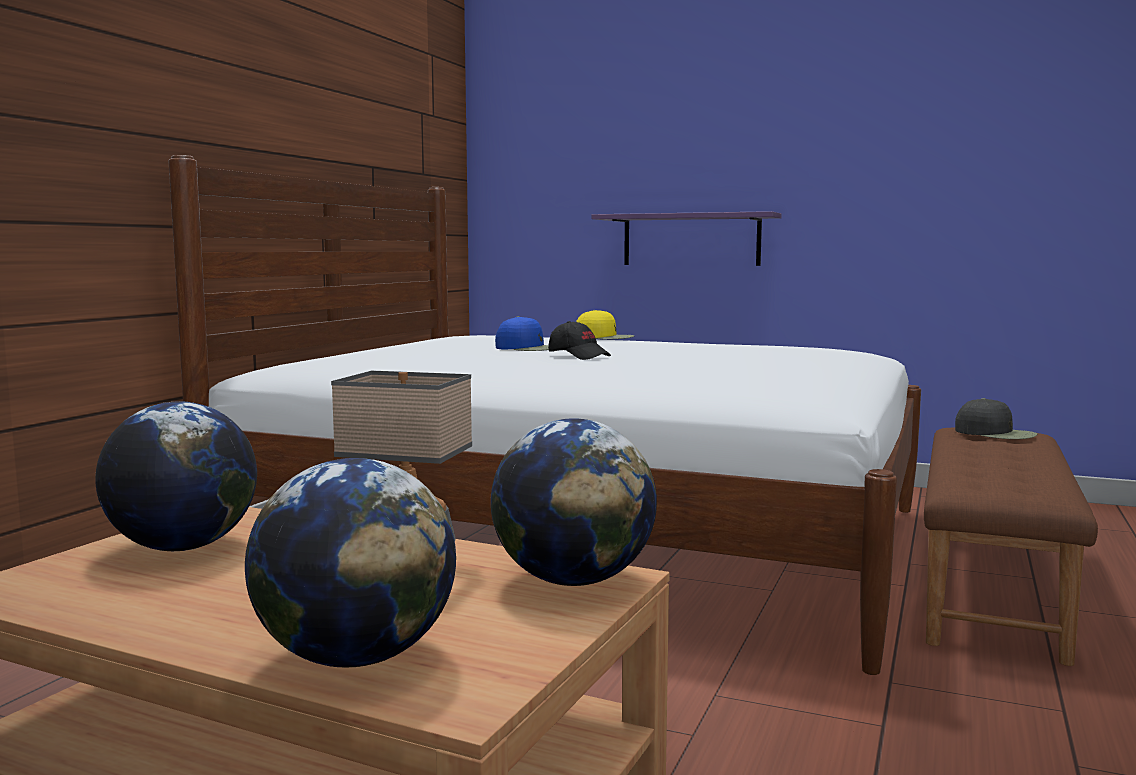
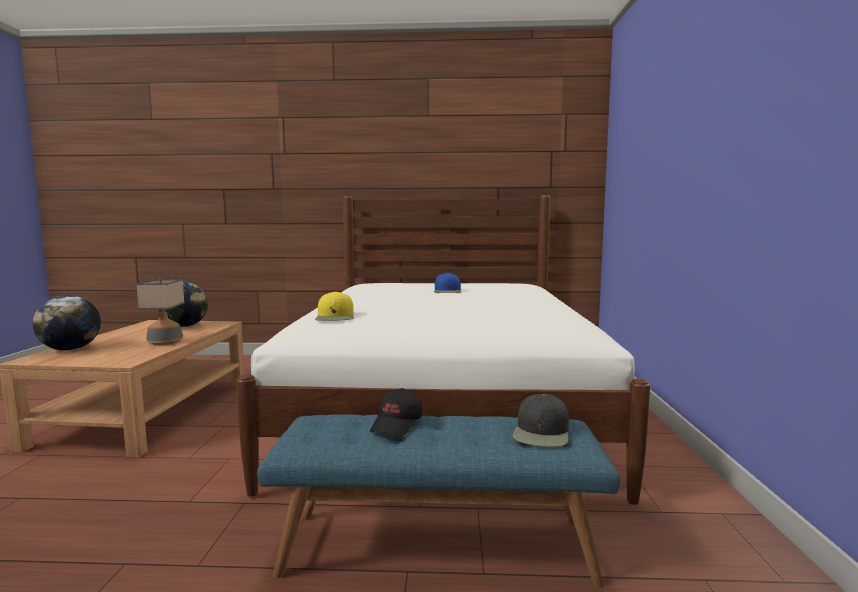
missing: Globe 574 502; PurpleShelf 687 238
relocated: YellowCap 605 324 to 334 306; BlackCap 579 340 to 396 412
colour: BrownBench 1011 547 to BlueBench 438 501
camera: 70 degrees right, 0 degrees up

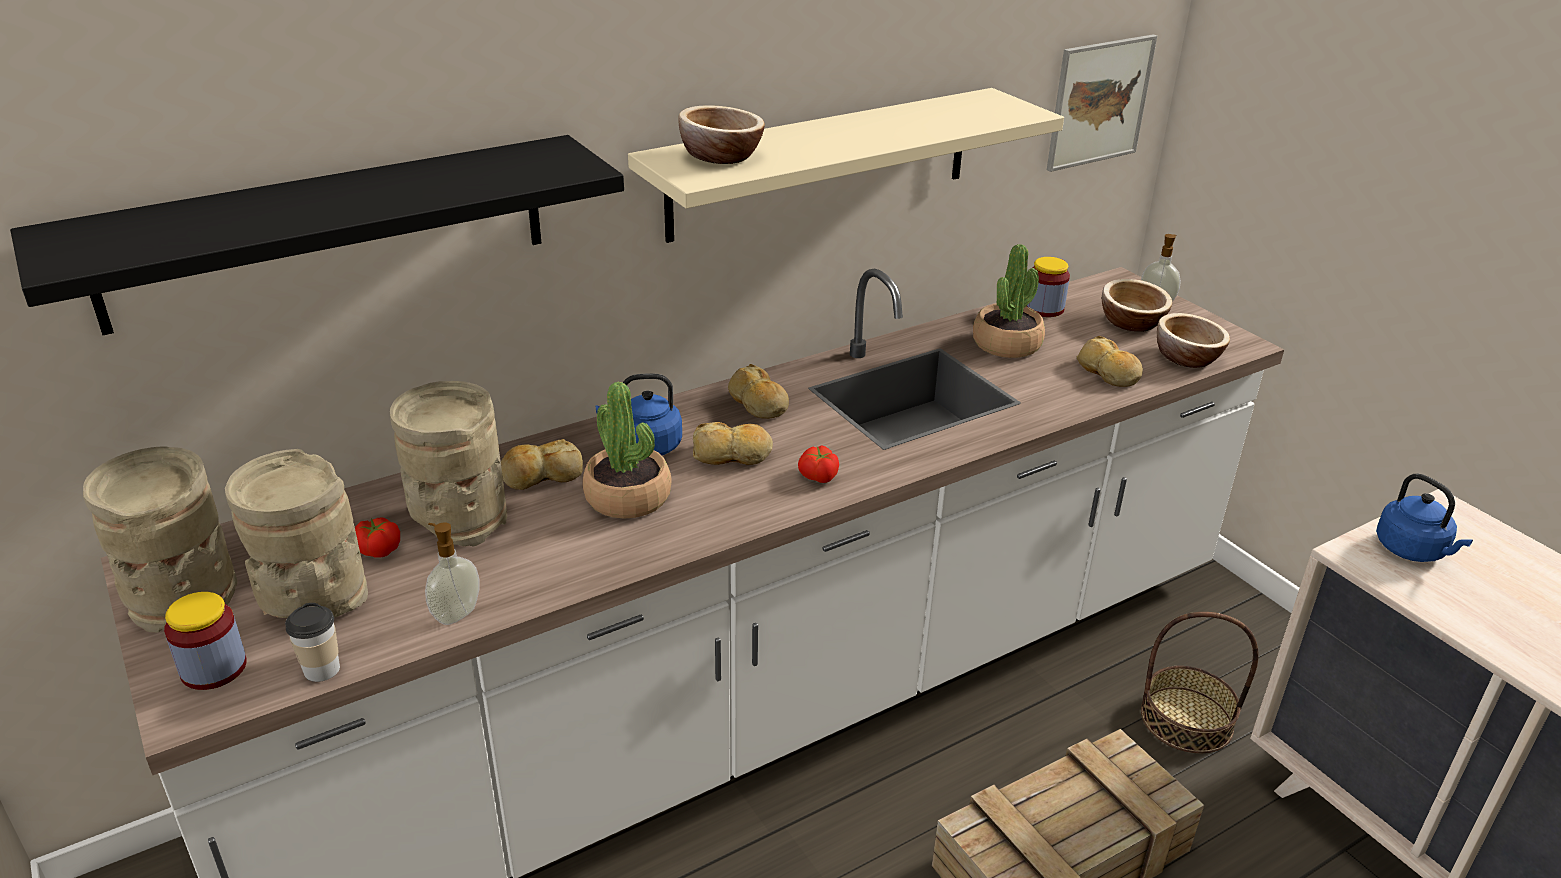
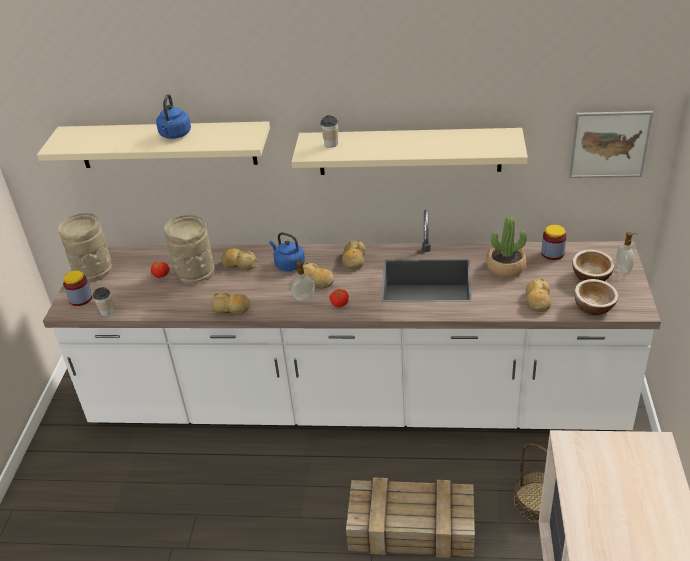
missing: BeigeVase 296 533; PottedPlant 627 450
appeared: Bread 230 304
relocated: BlueKettle 1424 518 to 173 116; SoapDispenser 452 573 to 303 280
exchanged: Bowl 721 134 to Cup 329 131
colour: BlackShelf 317 235 to BeigeShelf 153 144
camera: 40 degrees right, 5 degrees up

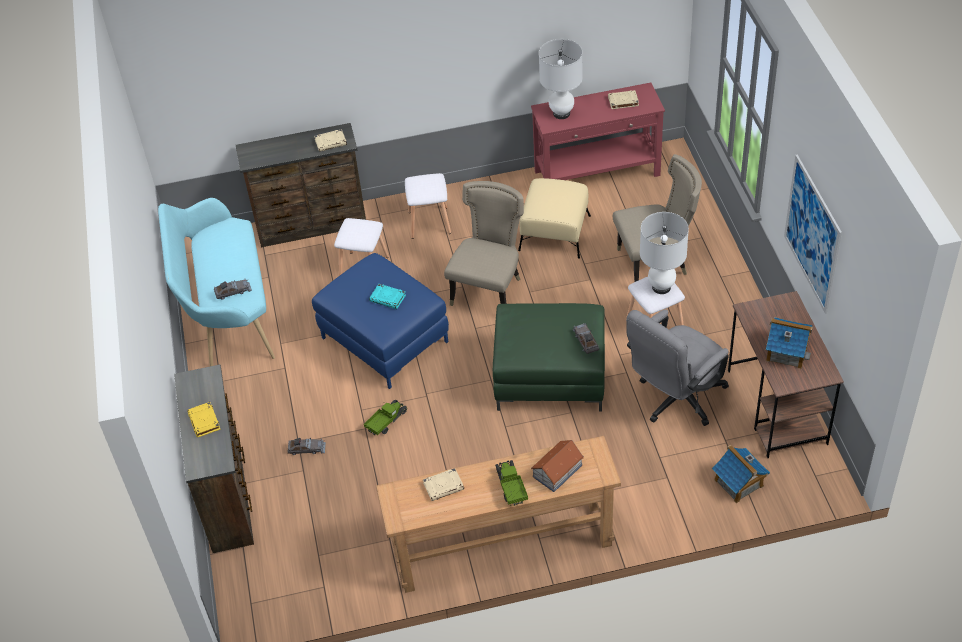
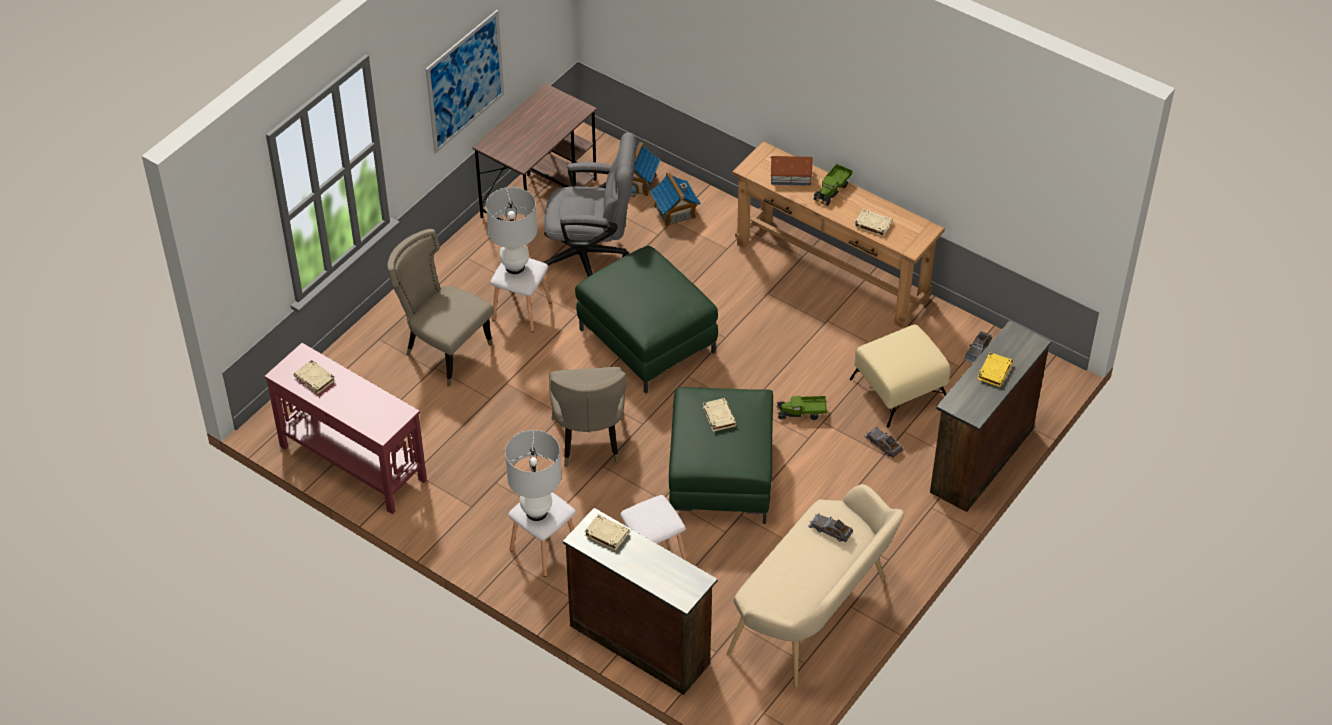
relocated: WhiteTableLamp 561 79 to 533 475; ToyHouse 789 343 to 675 199; BeigeOttoman 554 218 to 900 376; GreyToyCar 585 338 to 978 347
colour: BlueOttoman 380 321 to GreenOttoman 721 455; TurquoiseBook 387 296 to BeigeBook 720 415; TurquoiseBench 216 282 to BeigeBench 815 585
spun: BeigeChair 484 243 = 588 417 75 degrees counterclockwise
camera: 135 degrees left, 0 degrees up

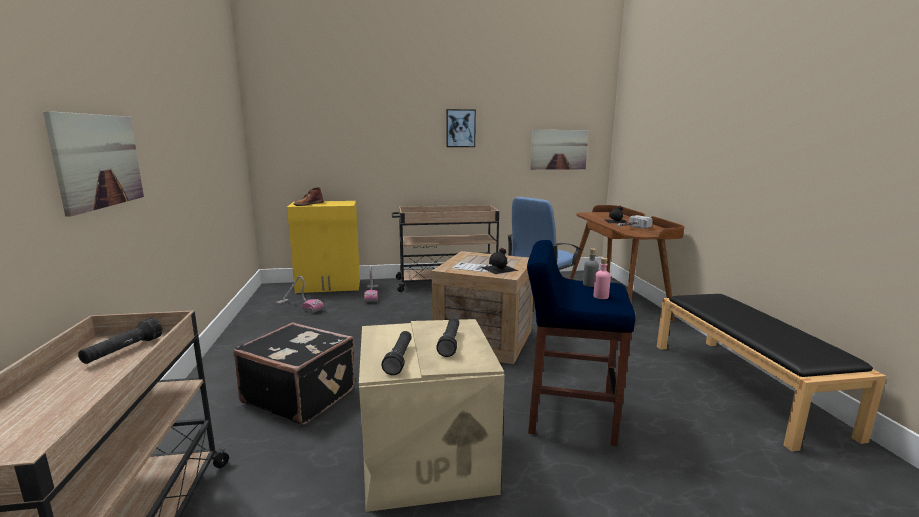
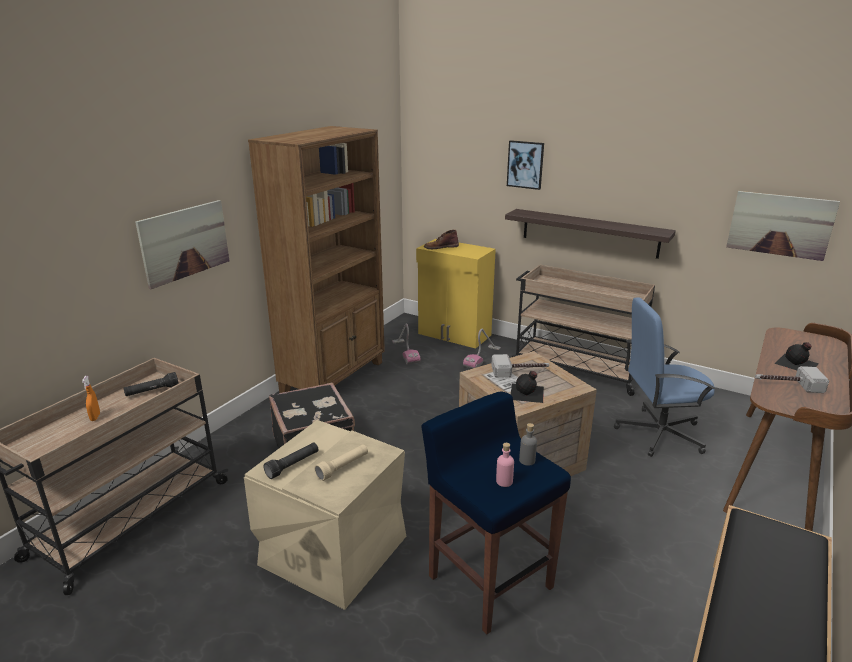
appeared: OrangeSprayBottle 91 398; BrownBookcase 316 259; Hammer 520 366; Shelf 590 234
relocated: Picture 461 128 to 525 165
colour: BlackFlashlight 447 337 to BeigeFlashlight 341 462
camera: 40 degrees right, 10 degrees up

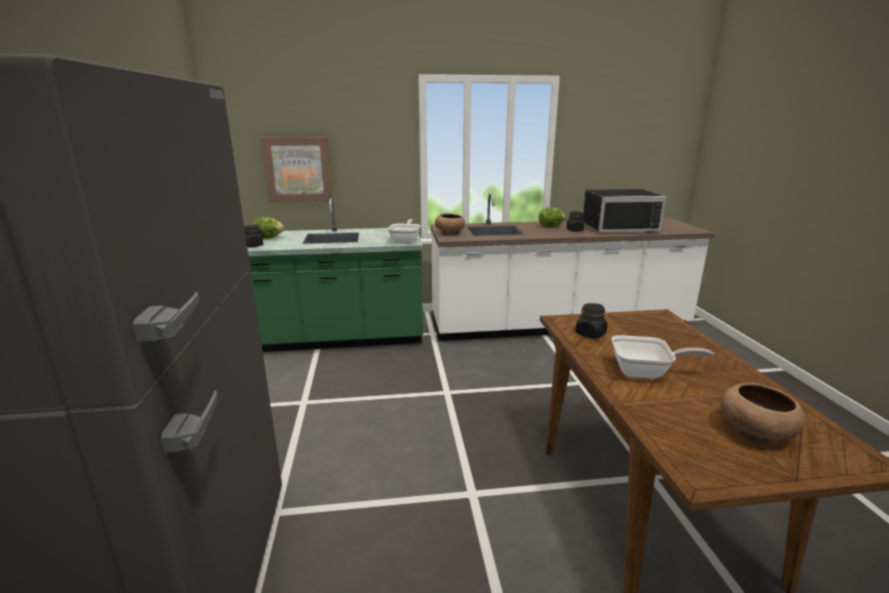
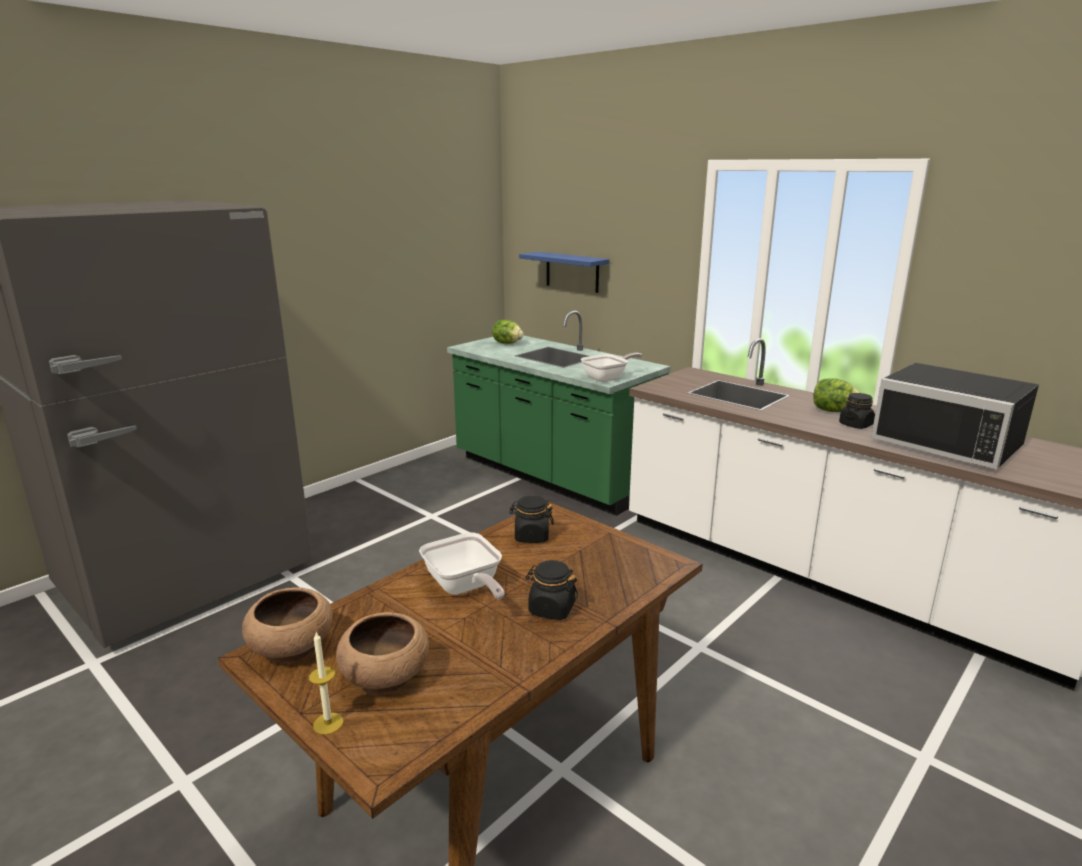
appeared: Candle 326 683
relocated: BrownBowl 450 224 to 287 625; BlackJar 254 236 to 551 590
exchanged: Picture 297 170 to BlueShelf 564 272
camera: 50 degrees right, 0 degrees up

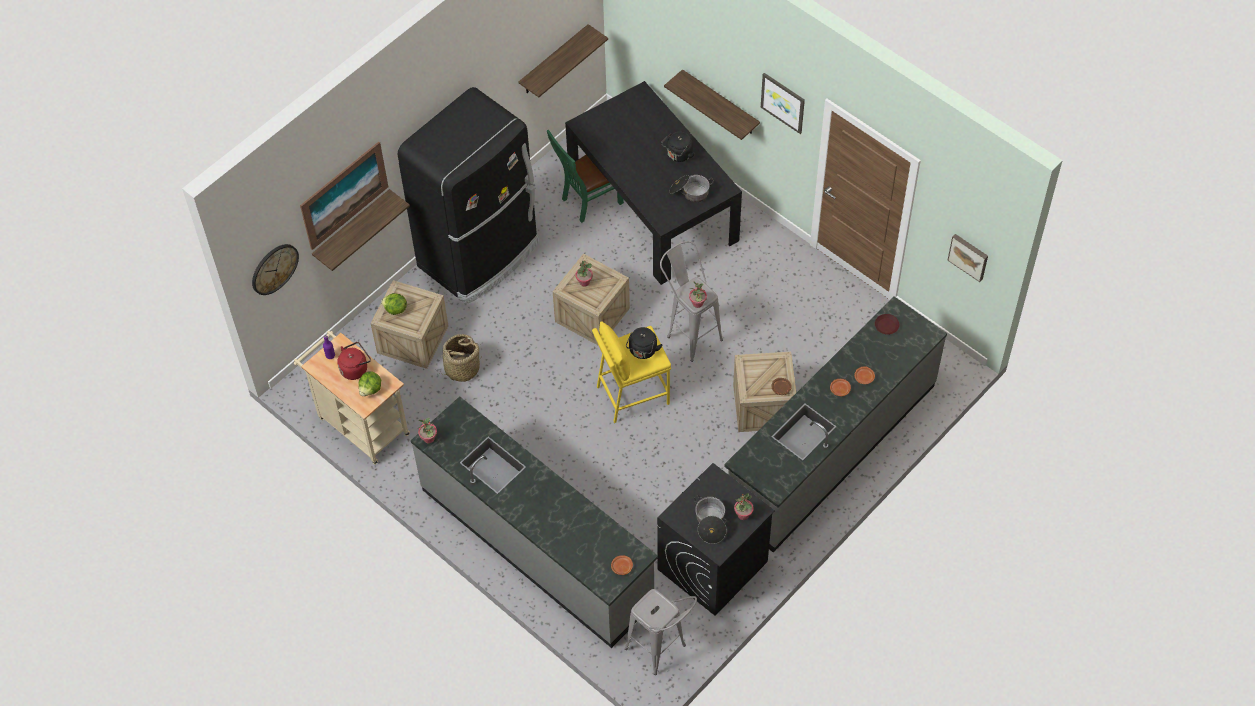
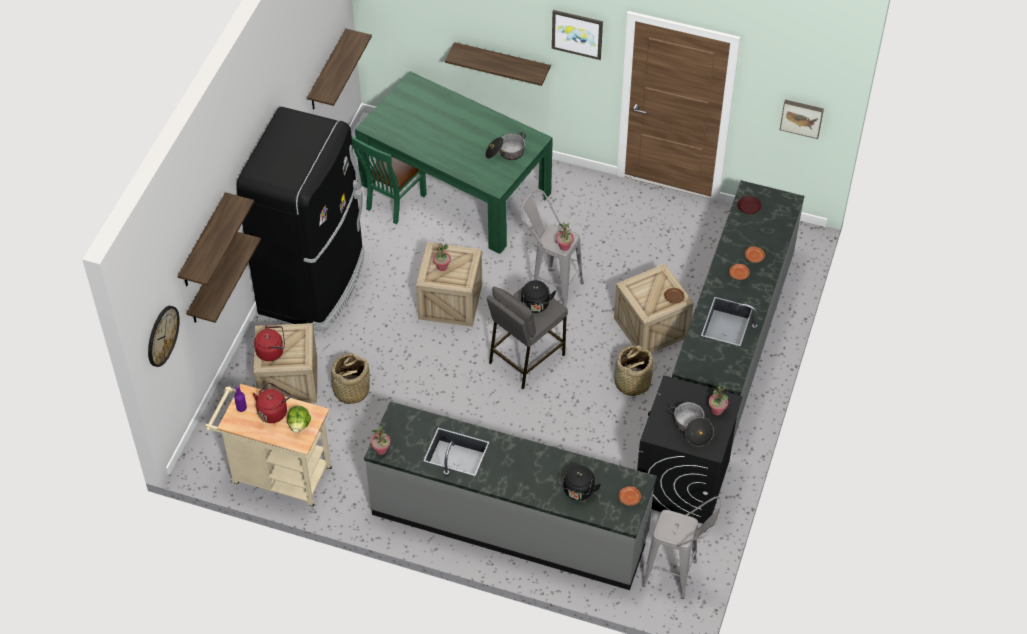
appeared: Basket 633 370
relocated: BlackKettle 677 147 to 581 482
exchanged: Picture 344 196 to Shelf 216 239; Lettuce 394 304 to RedKettle 269 343
colour: BlackDiningTable 653 183 to GreenDiningTable 454 162; YellowStool 631 372 to GreyStool 527 338
camera: 25 degrees left, 5 degrees down

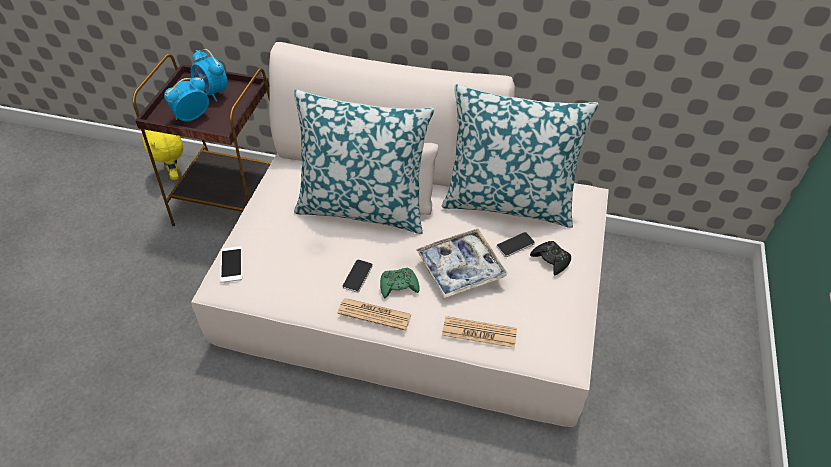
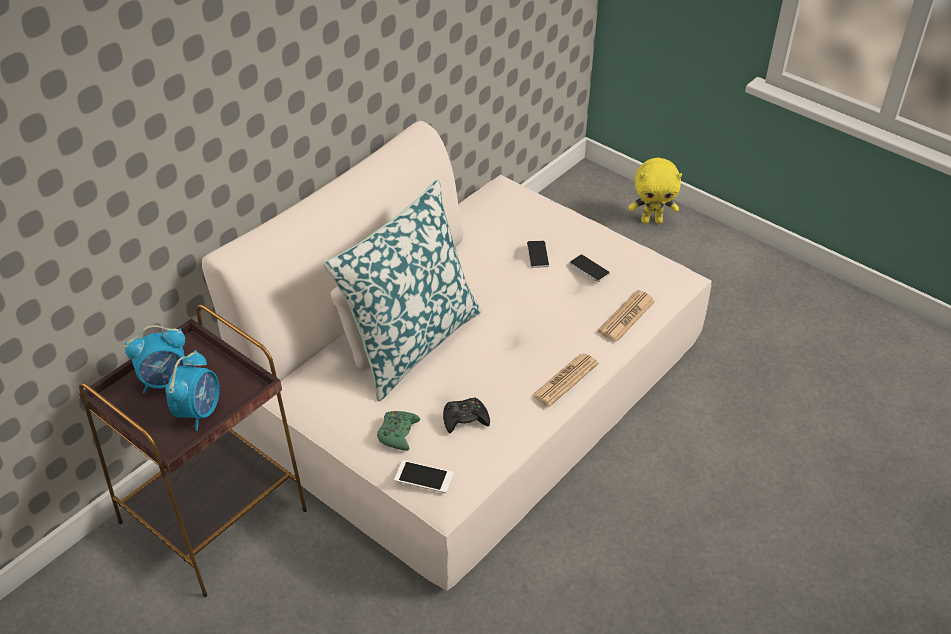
missing: Tray 462 263; Pillow 520 156
relocated: GreenGameController 400 283 to 398 431; BlackGameController 550 258 to 466 415; Phone 357 276 to 590 268; YellowPlushToy 162 155 to 655 191
spun: AlarmClock 186 99 = 192 390 150 degrees counterclockwise
camera: 65 degrees left, 5 degrees down

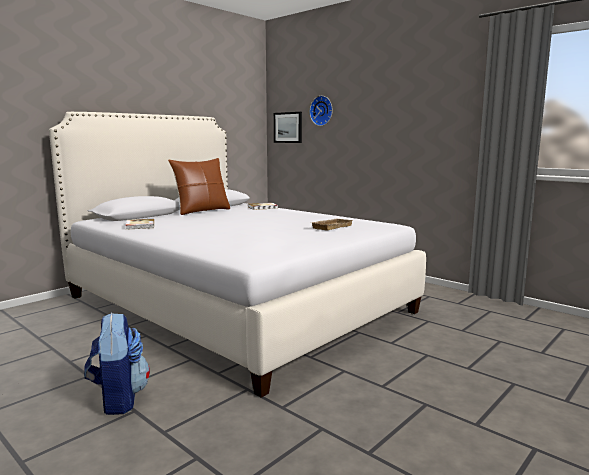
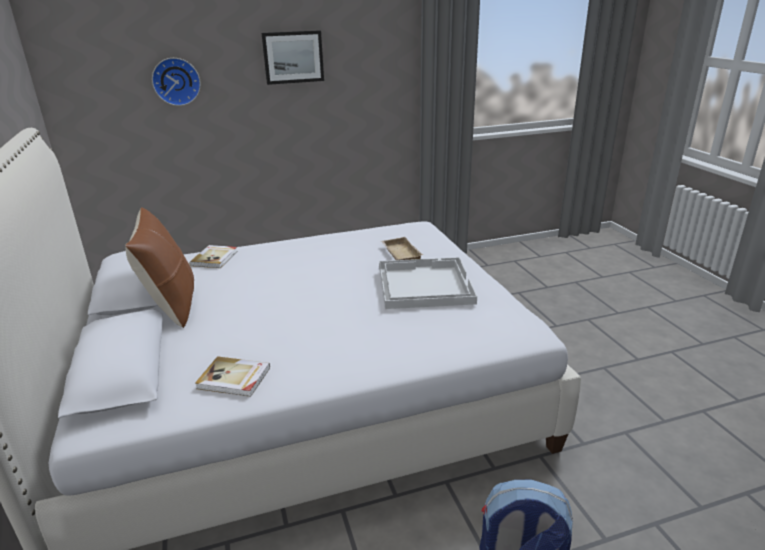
appeared: WhiteTray 428 283
relocated: Picture 288 127 to 292 57
camera: 60 degrees left, 15 degrees up

